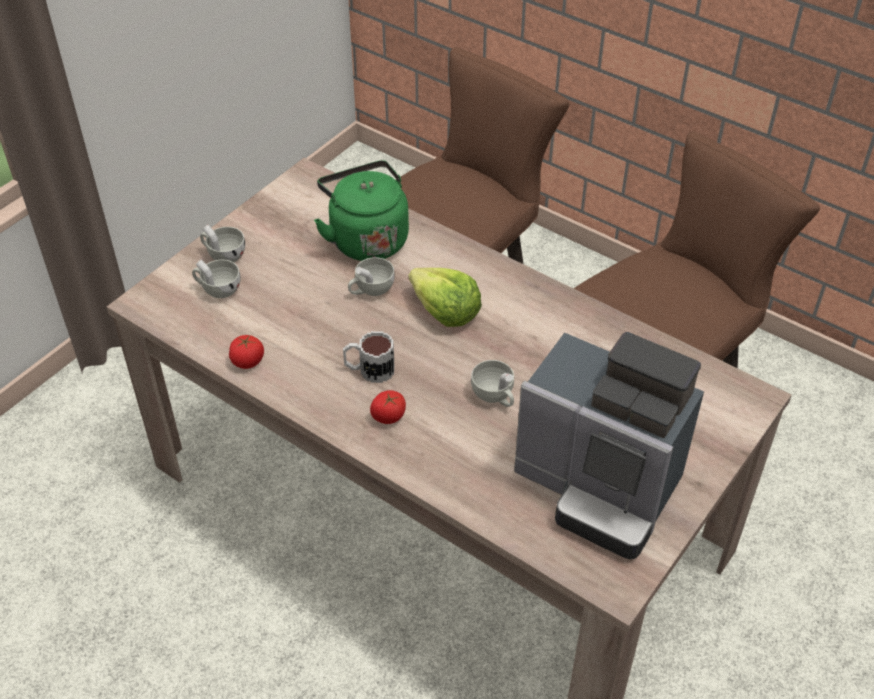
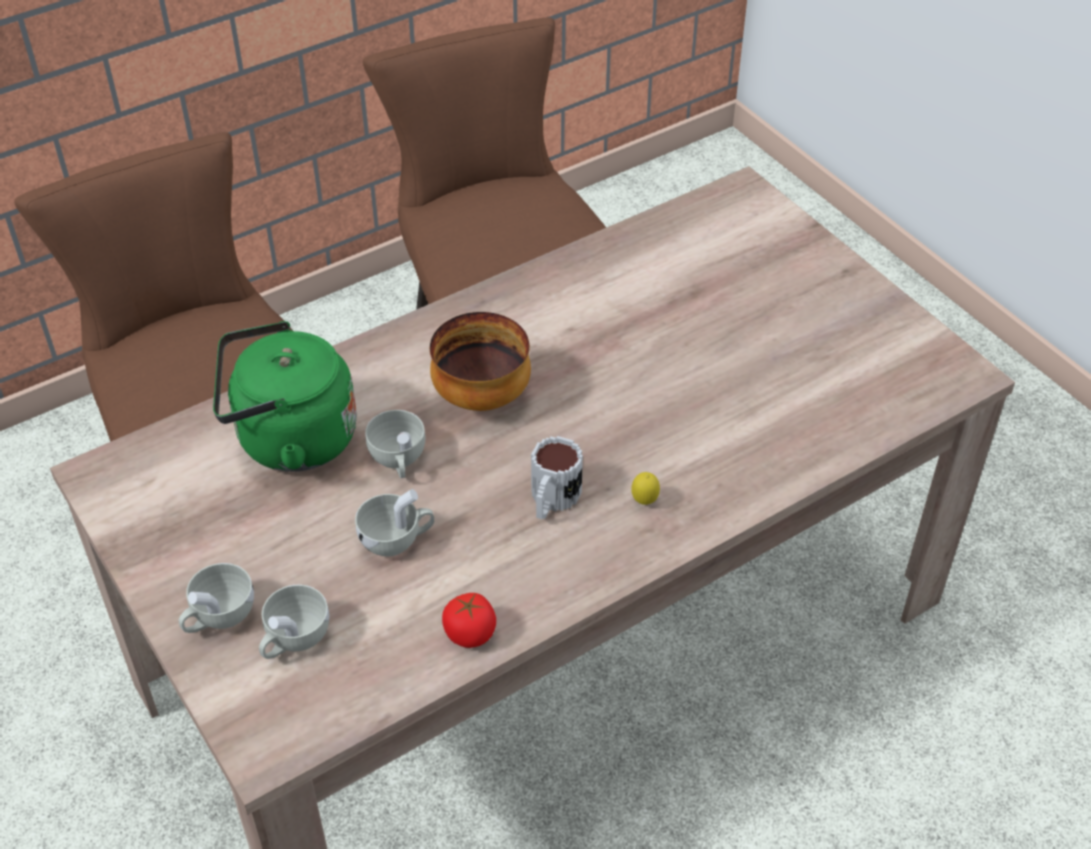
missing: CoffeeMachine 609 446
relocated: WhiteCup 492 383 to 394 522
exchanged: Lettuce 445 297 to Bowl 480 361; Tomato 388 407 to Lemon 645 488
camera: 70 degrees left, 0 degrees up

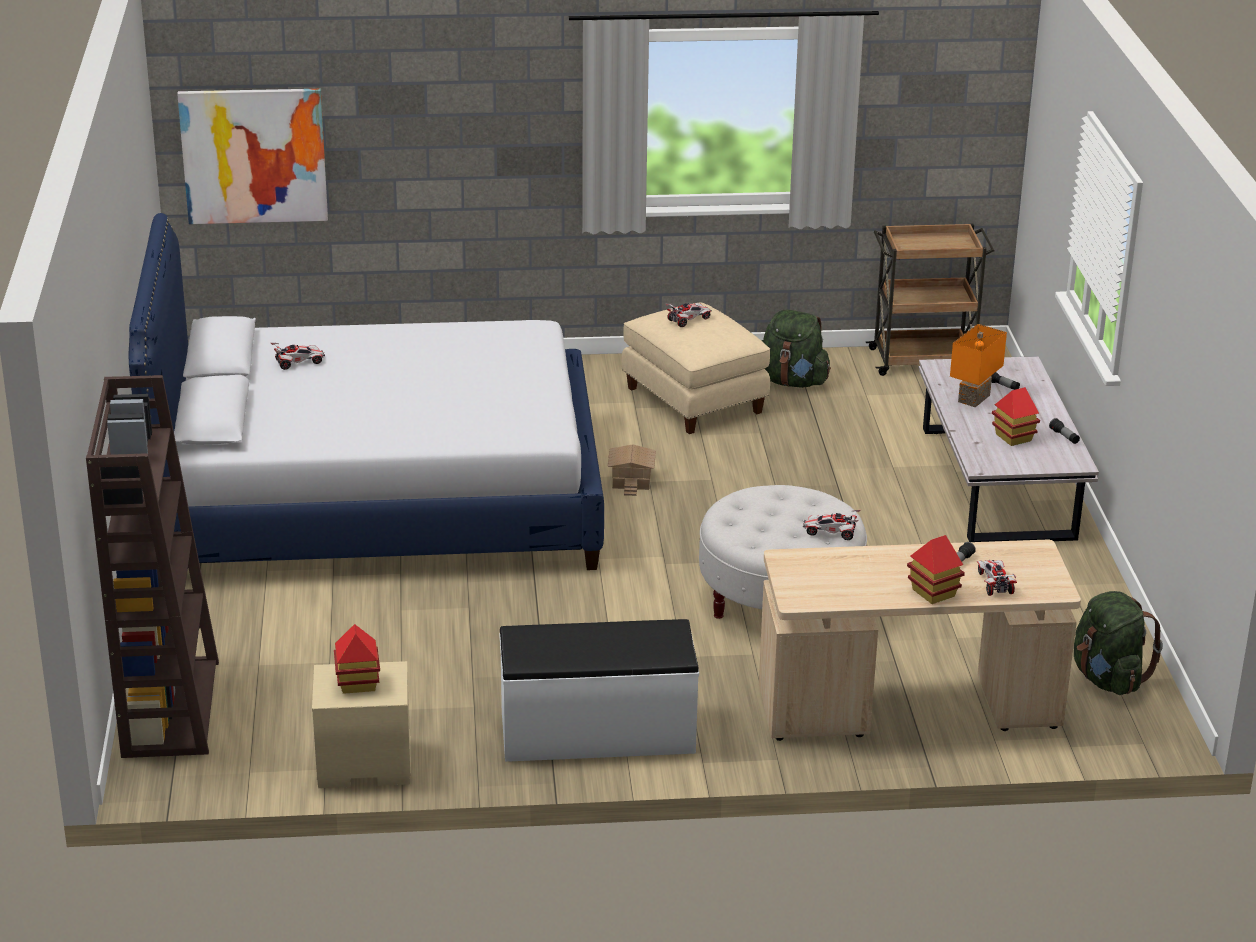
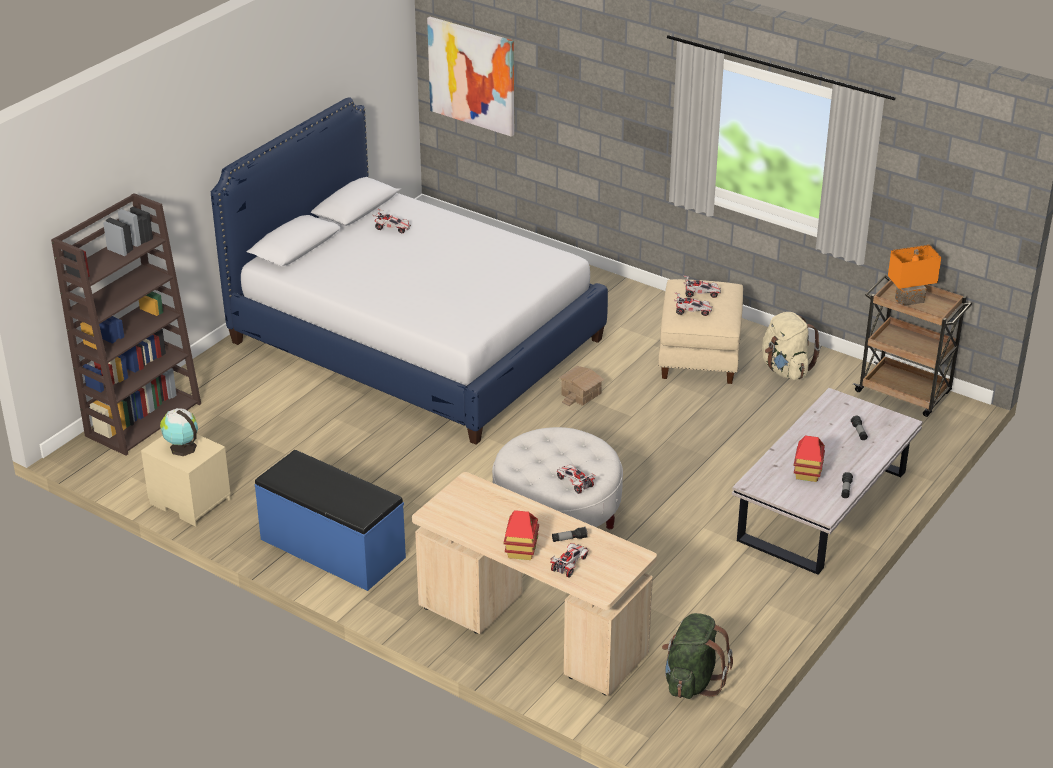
appeared: ToyCar 693 304
relocated: OrangeTableLamp 978 365 to 914 275
exchanged: ToyHouse 357 659 to Globe 179 432
colour: WhiteBench 599 690 to BlueBench 330 520; GreenBackpack 796 348 to BeigeBackpack 791 346
camera: 40 degrees right, 5 degrees up

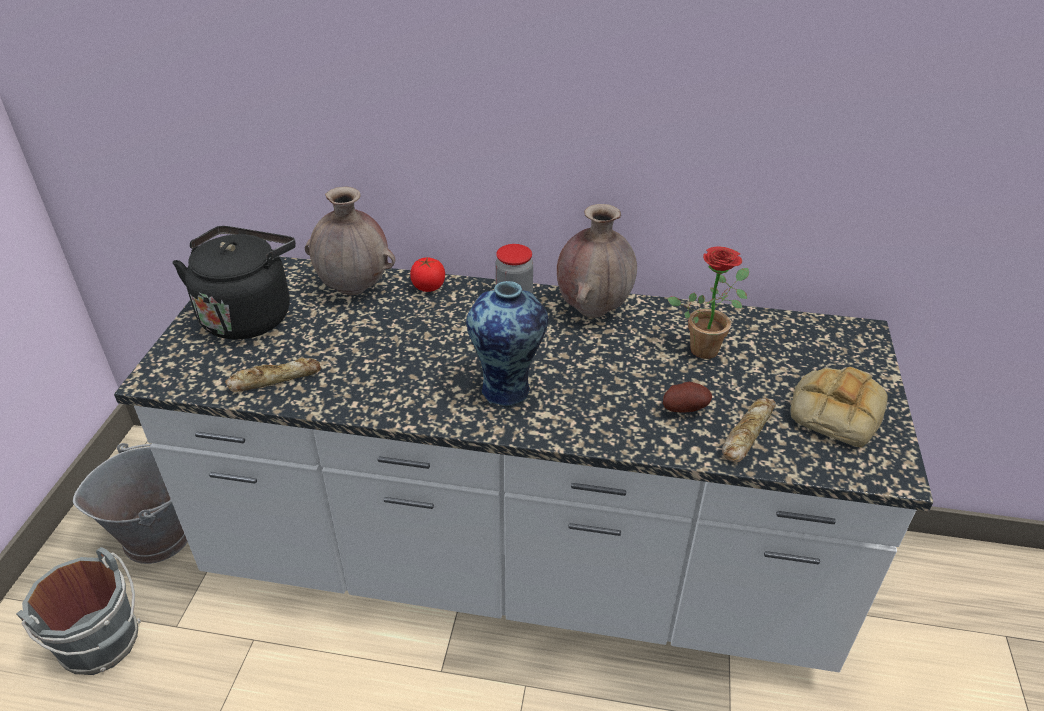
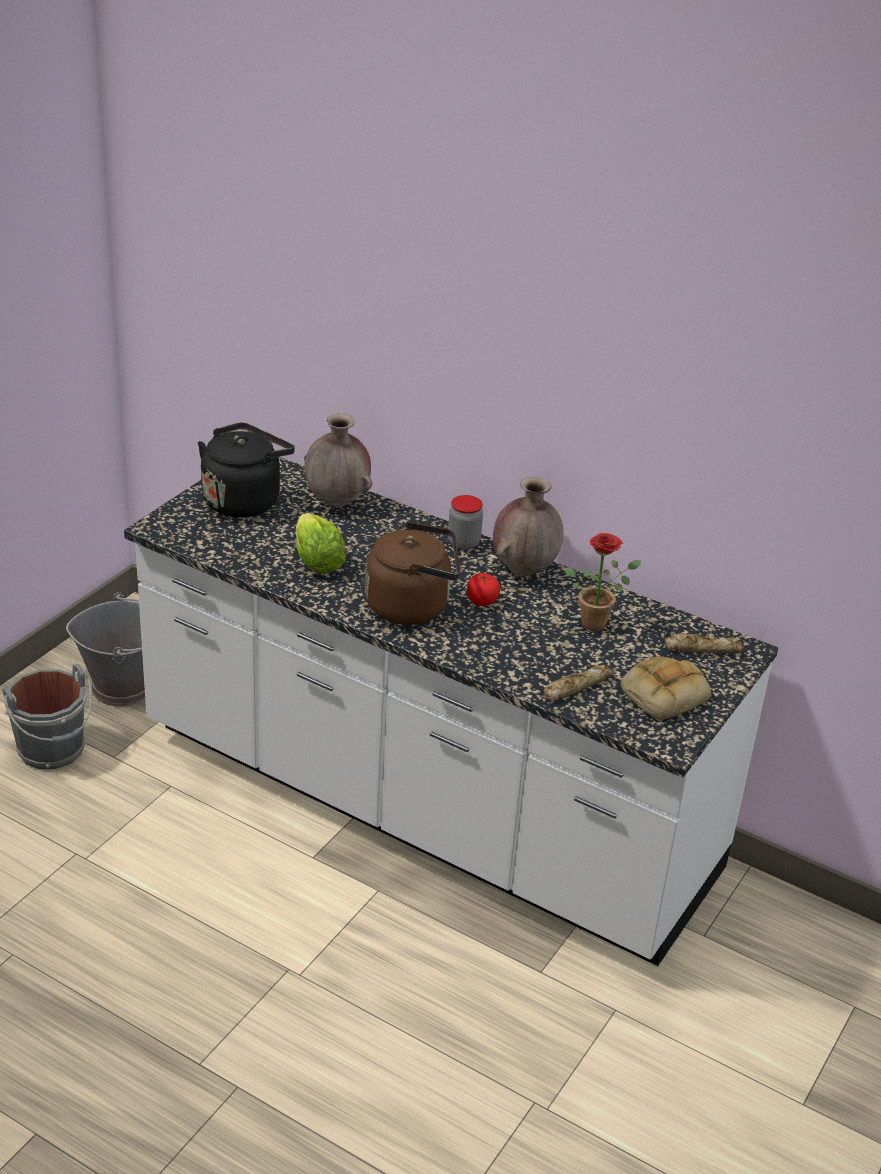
missing: Potato 687 397
appeared: Lettuce 321 543
relocated: Tomato 427 274 to 483 589; Bread 273 375 to 705 644
exchanged: Vase 507 344 to BrownKettle 412 573
camera: 20 degrees right, 5 degrees down

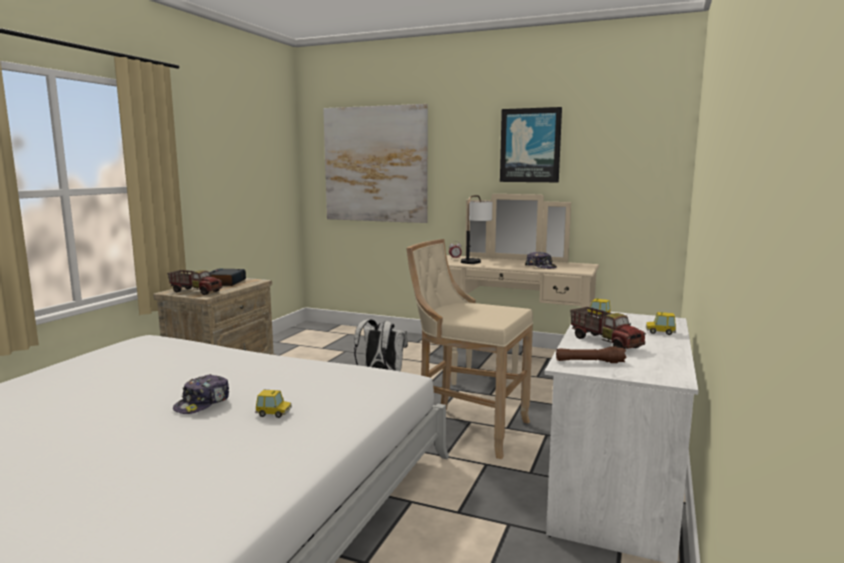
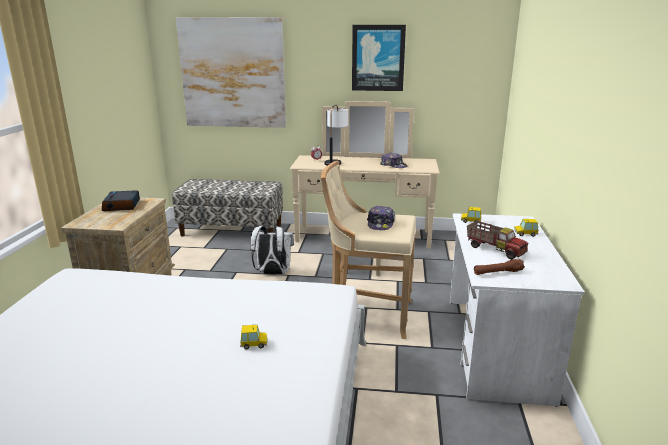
missing: ToyTruck 194 282
appeared: Bench 227 207
relocated: Cap 201 394 to 381 217
camera: 15 degrees left, 10 degrees up

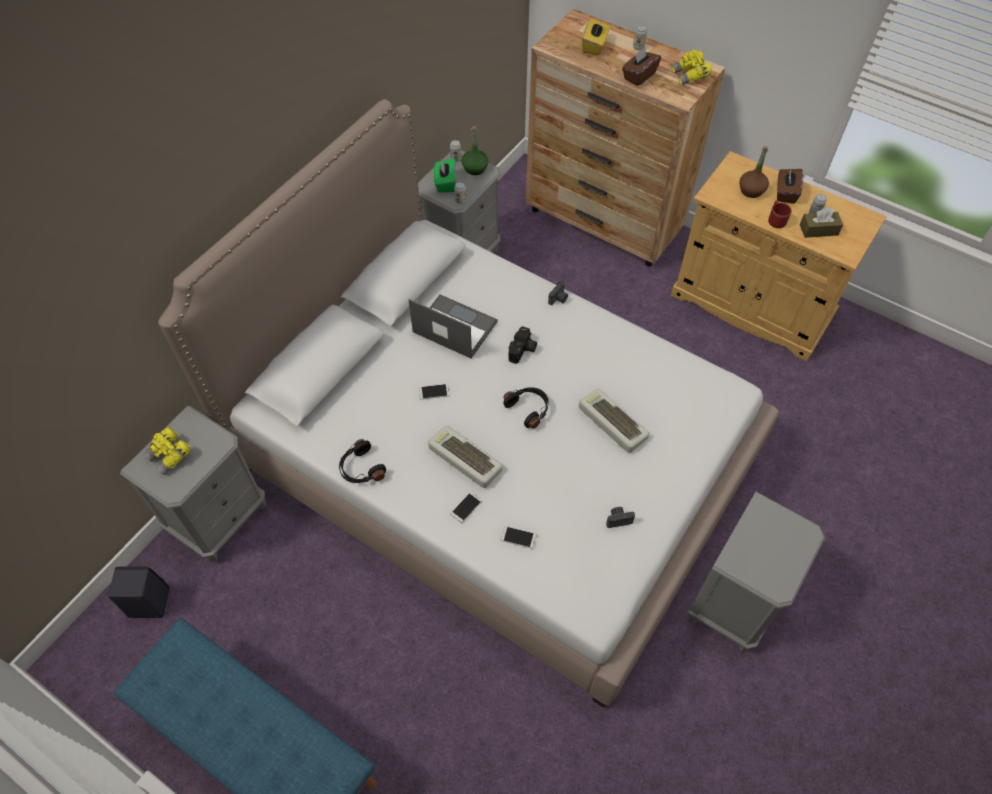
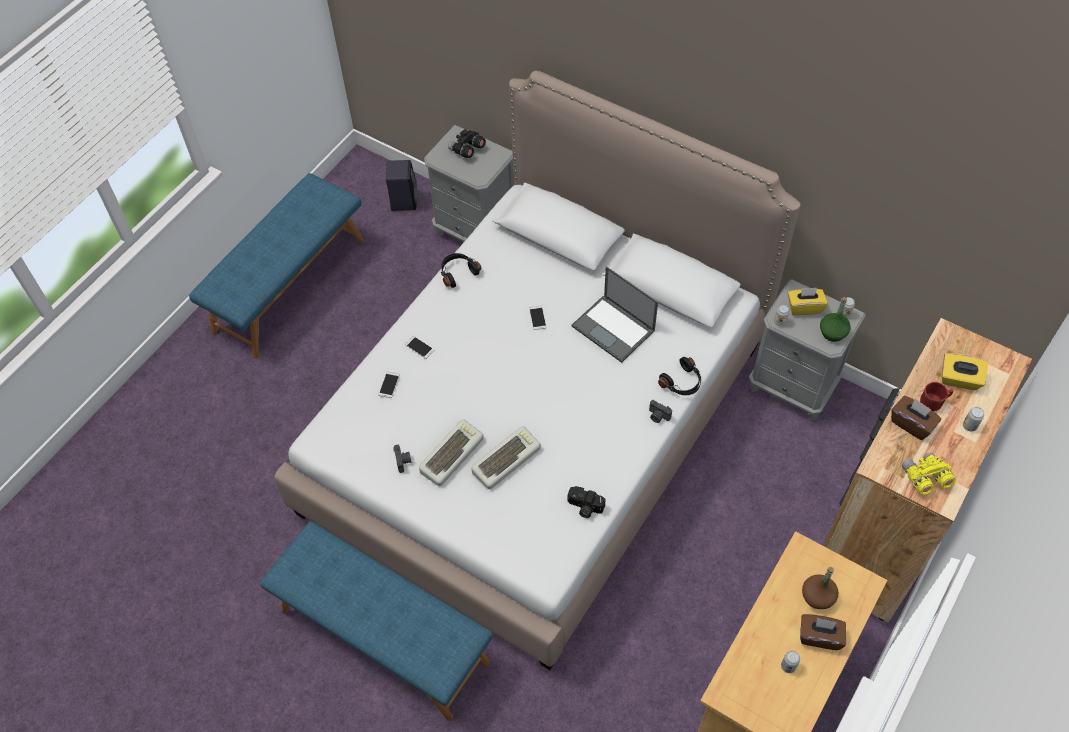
missing: BrownTissueBox 821 222
relocated: Keyboard 465 457 to 451 452; PhotoCamera 523 345 to 586 502; BlackHeadphones 526 408 to 679 376; RedMug 780 214 to 936 396
exchanged: GreyNightstand 756 572 to BlueBench 376 621
colour: YellowBinoculars 167 451 to BlackBinoculars 467 143; GreenTissueBox 445 175 to YellowTissueBox 808 301
spun: Laptop 453 327 = 615 314 105 degrees clockwise
camera: 90 degrees right, 0 degrees up

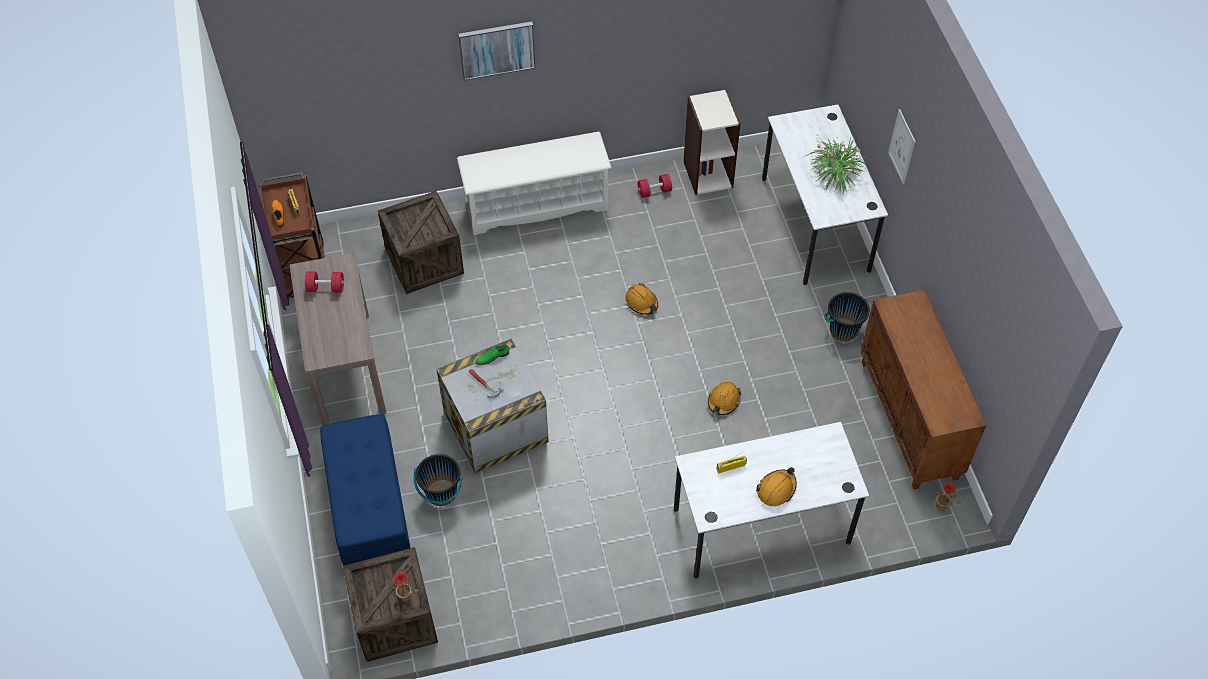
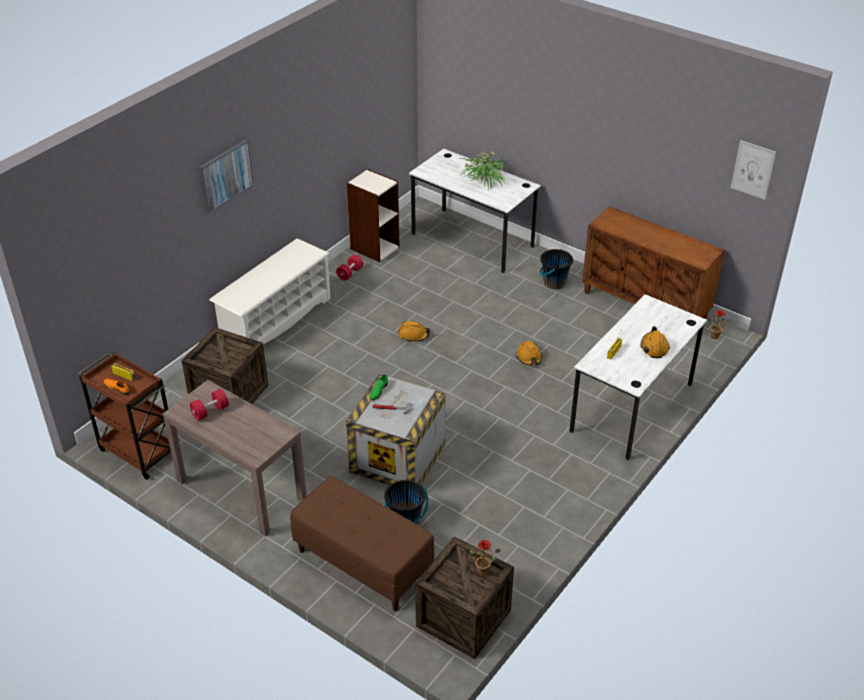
relocated: Picture 901 147 to 753 170
colour: BlueBench 365 490 to BrownBench 362 543
camera: 40 degrees left, 15 degrees down

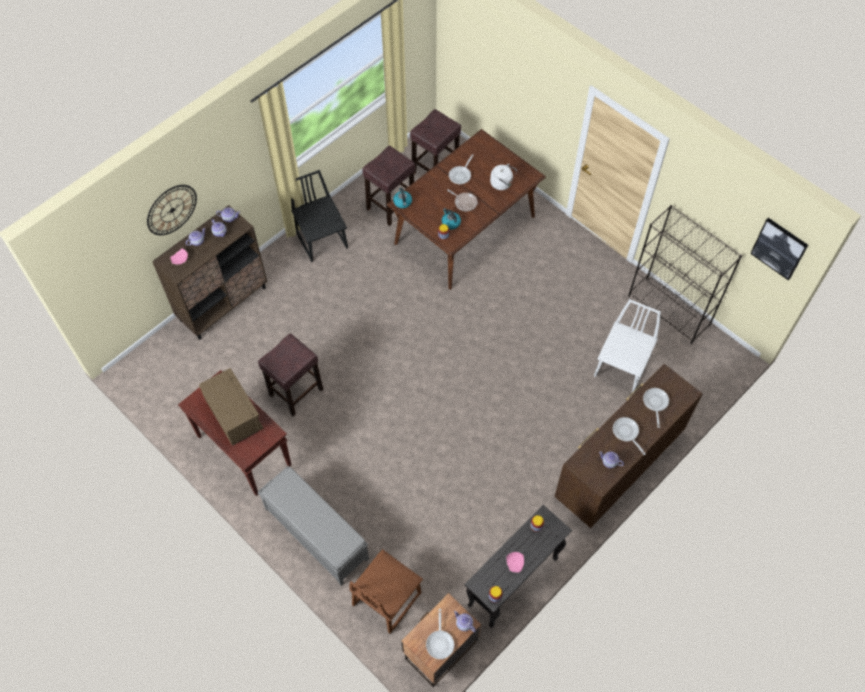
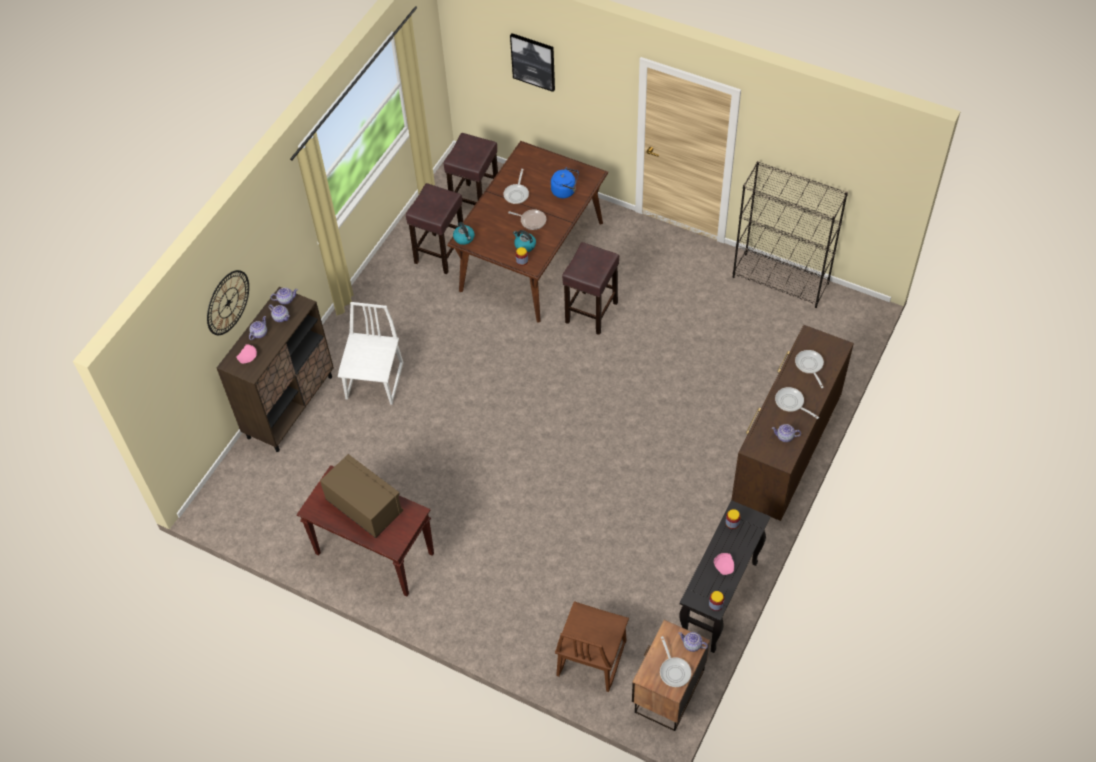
missing: GreyBench 313 526; BlackChair 319 216
relocated: WhiteChair 627 345 to 370 353; Picture 779 249 to 532 62; BrownStool 290 374 to 590 288
colour: WhiteKettle 503 177 to BlueKettle 565 182
camera: 15 degrees left, 5 degrees down

